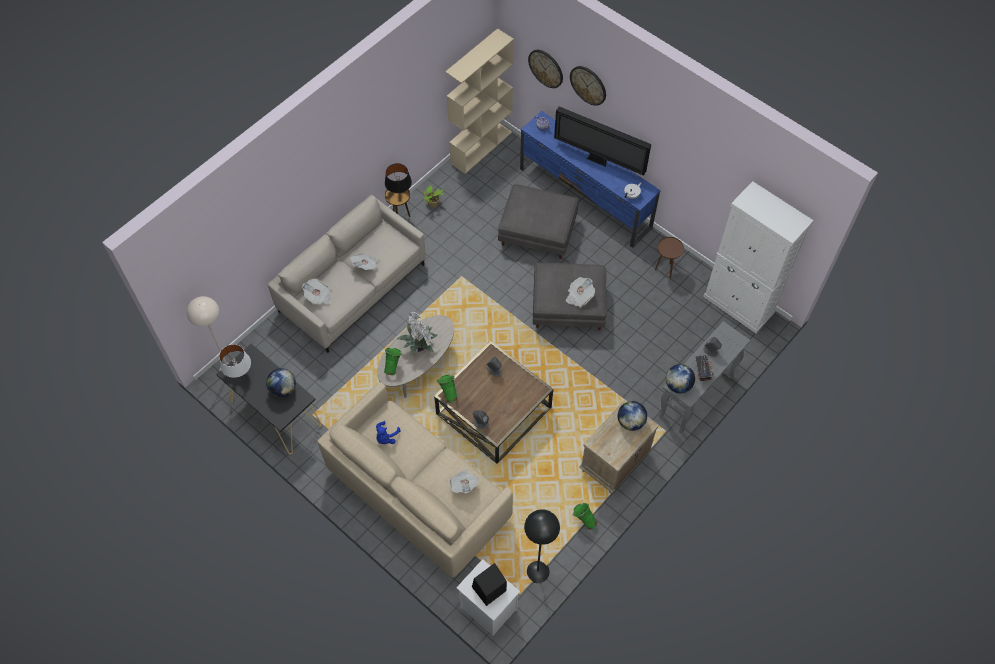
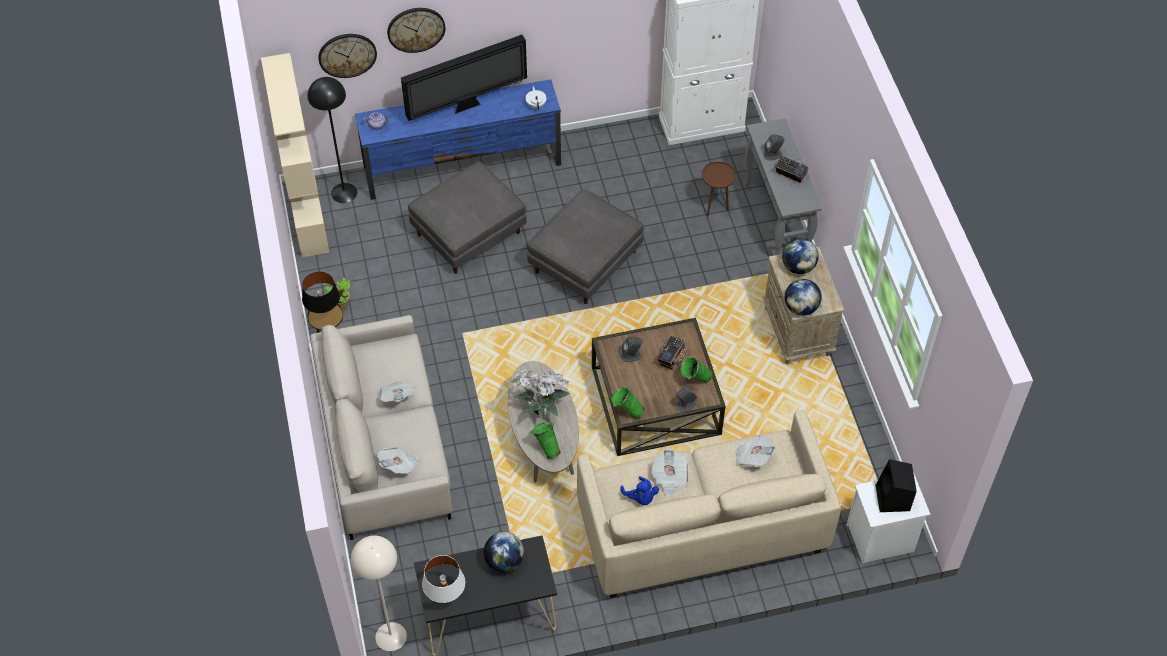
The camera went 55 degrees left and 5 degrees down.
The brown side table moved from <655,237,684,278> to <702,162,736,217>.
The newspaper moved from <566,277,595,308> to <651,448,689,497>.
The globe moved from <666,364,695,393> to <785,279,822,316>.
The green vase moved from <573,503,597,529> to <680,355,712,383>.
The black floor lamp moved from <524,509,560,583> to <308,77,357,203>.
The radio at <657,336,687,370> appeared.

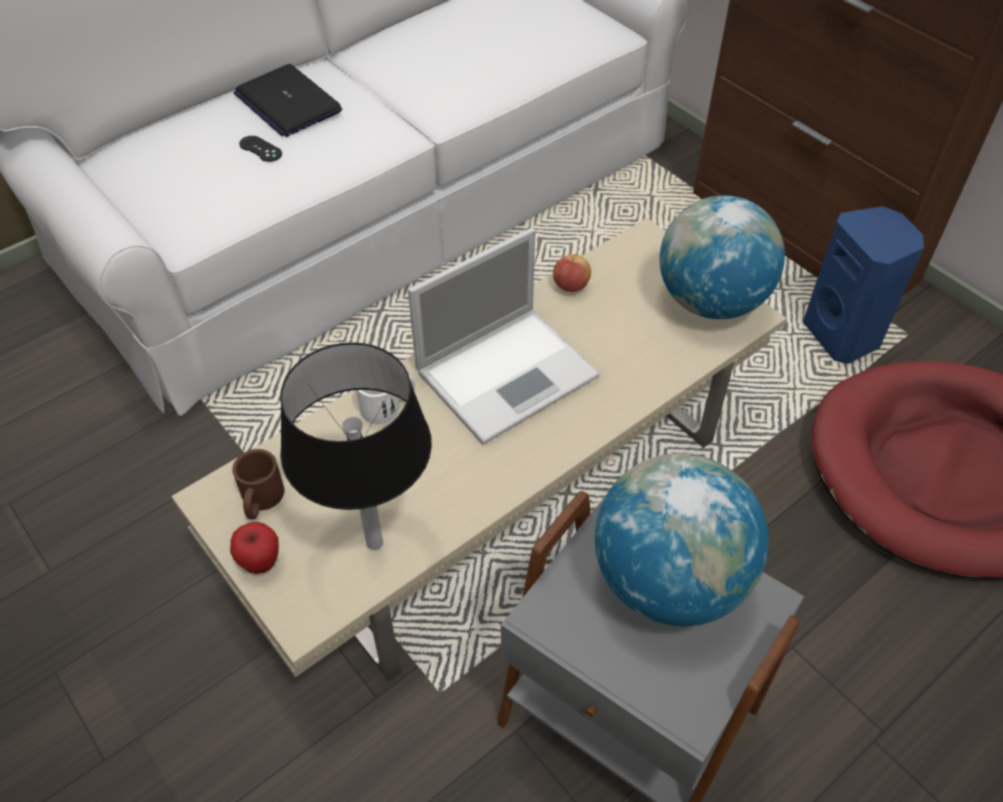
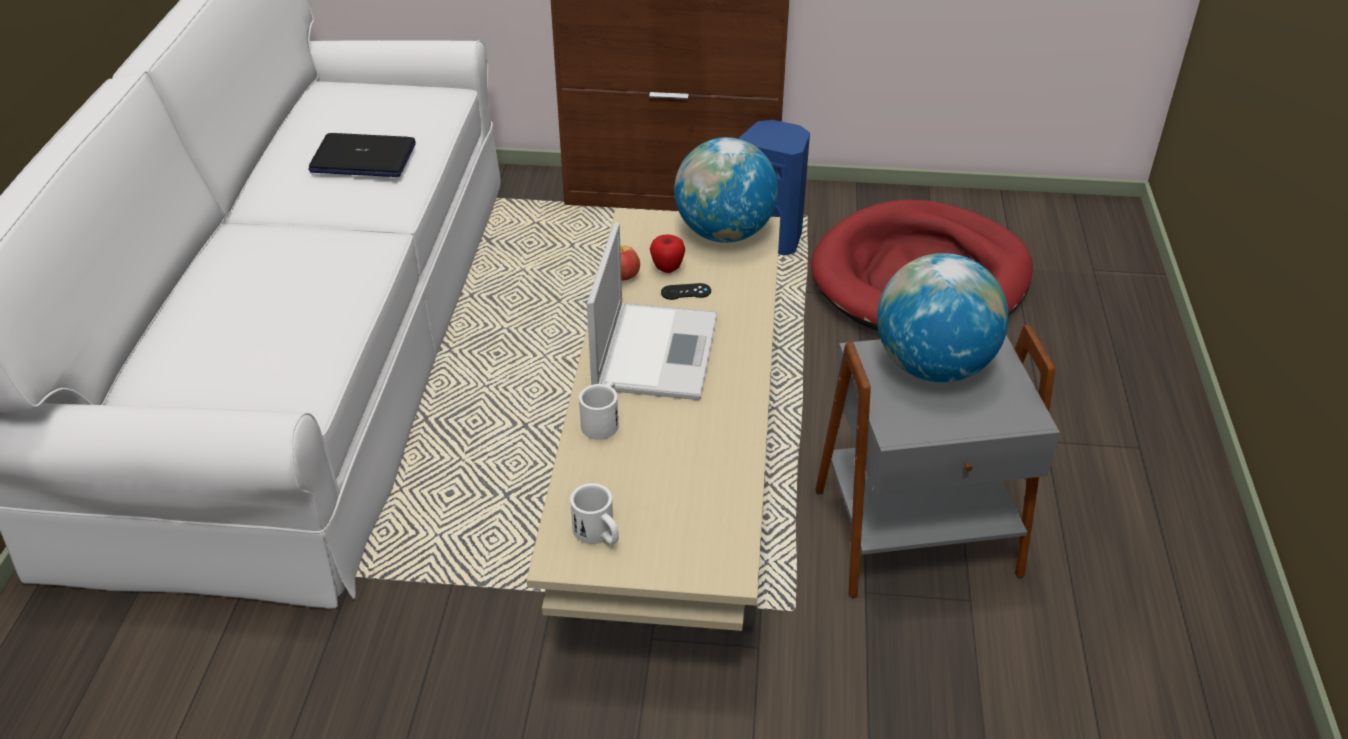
The camera went 45 degrees left and 10 degrees down.
The laptop moved from <233,64,342,137> to <308,133,416,177>.
The black game controller moved from <239,136,282,162> to <661,283,711,300>.
The black table lamp at <280,342,432,550> disappeared.
The brown mug at <232,449,285,519> became the white mug at <570,483,619,545>.
The apple moved from <230,522,279,574> to <650,235,685,273>.

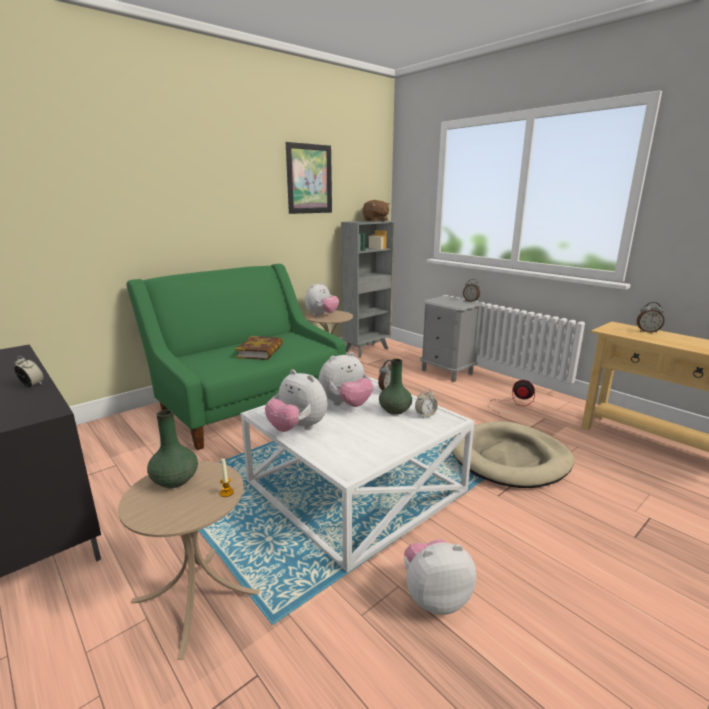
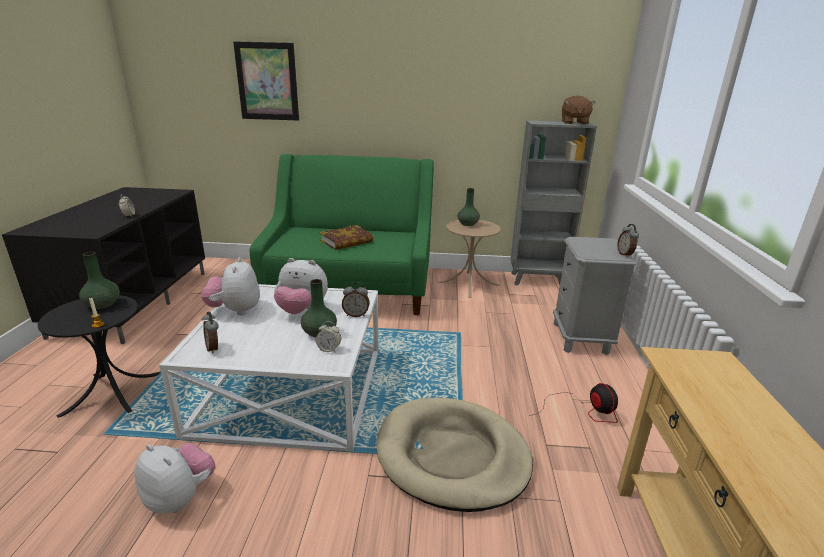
The camera went 45 degrees right and 5 degrees up.
The picture moved from <286,142,332,214> to <233,41,299,120>.
The plush toy at <305,282,339,316> was replaced by the green vase at <458,188,480,226>.
The alarm clock moved from <637,302,665,333> to <202,312,219,354>.
The beige side table at <118,461,260,660> became the black side table at <38,295,161,418>.

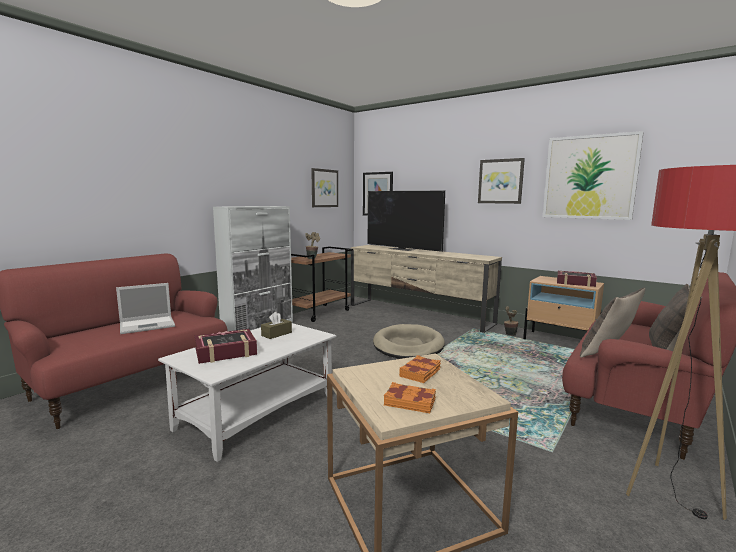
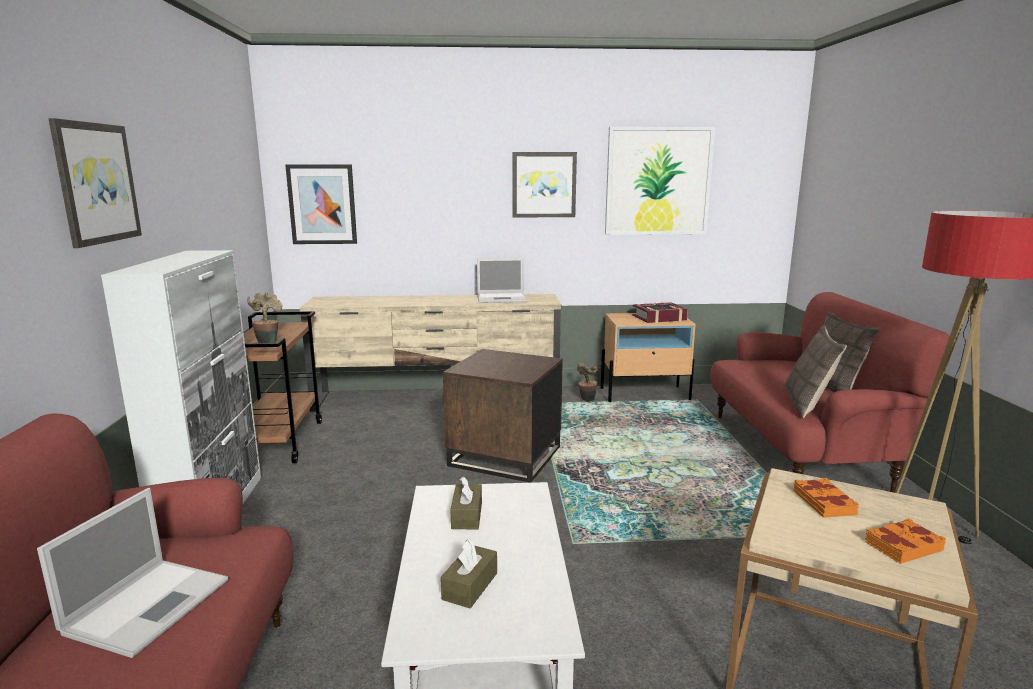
The camera went 40 degrees left and 5 degrees up.
The picture moved from <311,168,338,207> to <48,118,142,248>.
The television at <368,191,445,252> disappeared.
The beige dog bed at <373,324,445,359> was replaced by the brown side table at <443,349,563,483>.
The book at <195,329,257,364> was replaced by the brown tissue box at <441,539,497,608>.
The laptop at <477,258,527,303> appeared.

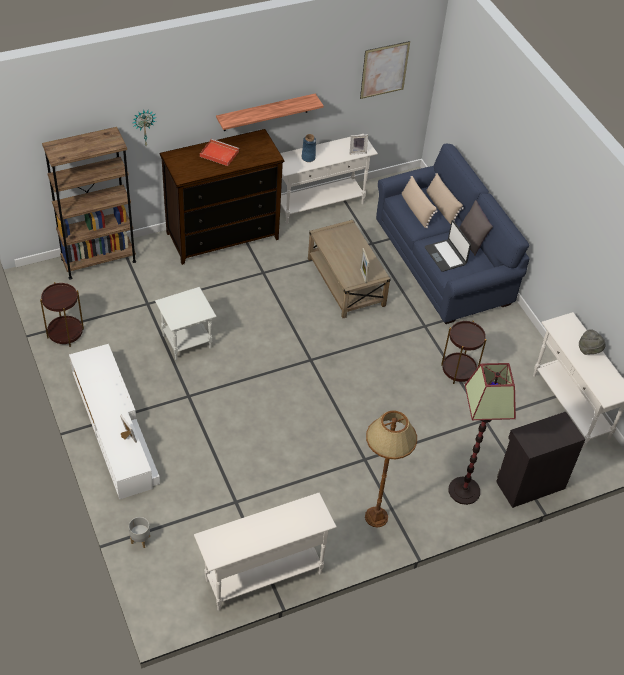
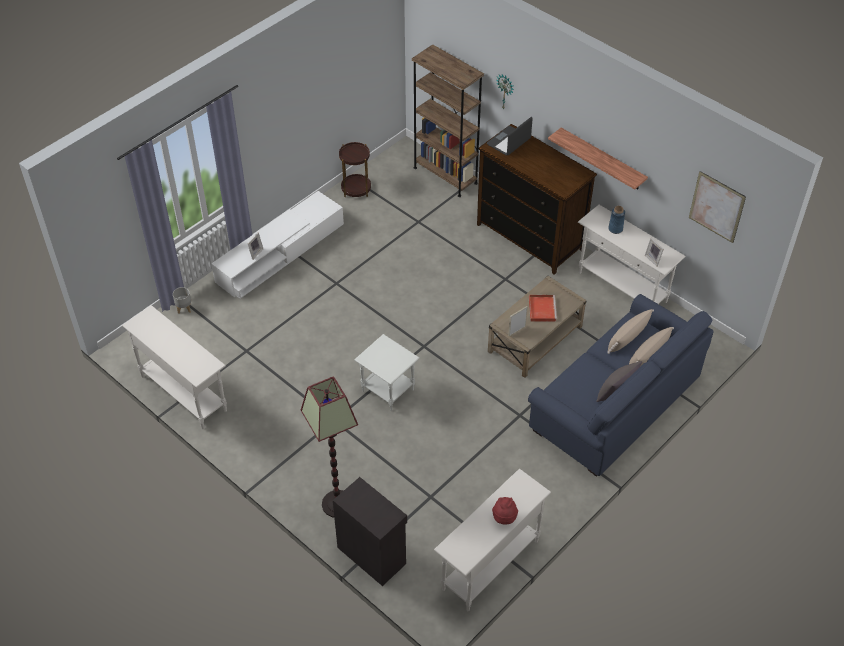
The camera went 70 degrees right and 0 degrees up.
The red tray moved from <200,139,239,166> to <529,295,557,322>.
The laptop moved from <425,220,471,272> to <487,117,533,156>.
The white side table moved from <155,287,216,360> to <354,334,420,411>.
The brown side table at <441,321,487,384> disappeared.
The grey hat at <579,330,606,355> became the red hat at <492,497,518,525>.
The brown floor lamp at <365,410,417,528> disappeared.

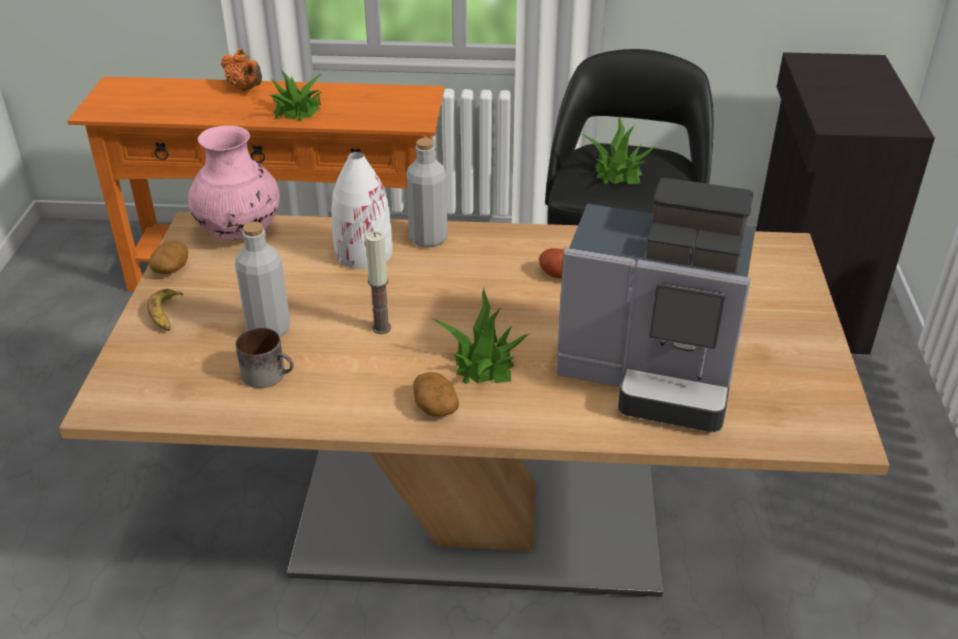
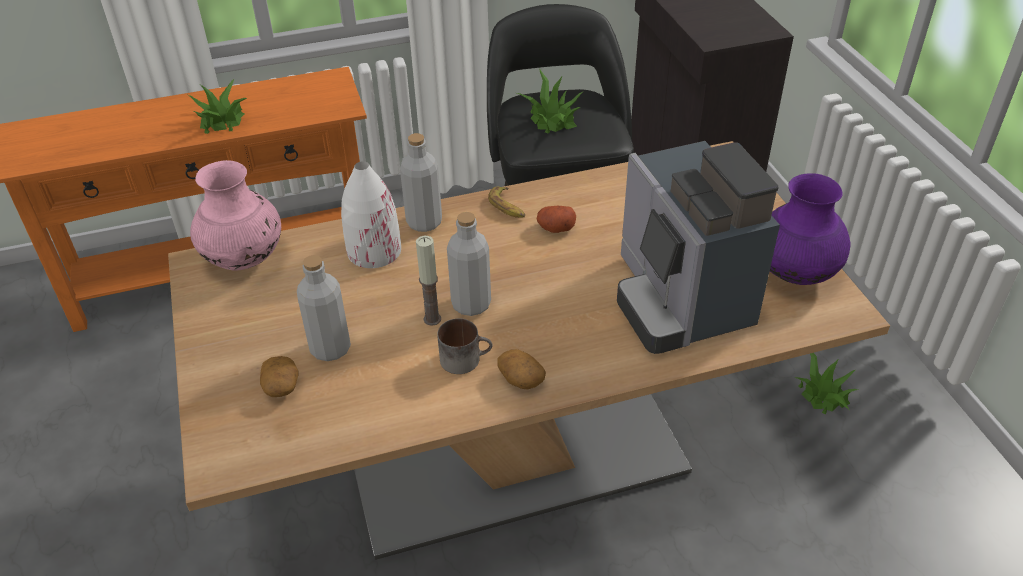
The camera went 20 degrees left and 5 degrees up.
The orange teapot at <221,48,262,91> disappeared.
The coffee machine at <556,178,755,432> turned 75 degrees clockwise.
The potato moved from <149,241,188,274> to <260,356,298,397>.
The potted plant moved from <433,288,529,384> to <794,353,858,414>.
The banana moved from <147,289,183,331> to <488,187,525,218>.
The mug moved from <235,328,294,388> to <437,318,492,374>.
The purple vase at <770,173,851,285> appeared.
The grey bottle at <447,212,491,316> appeared.

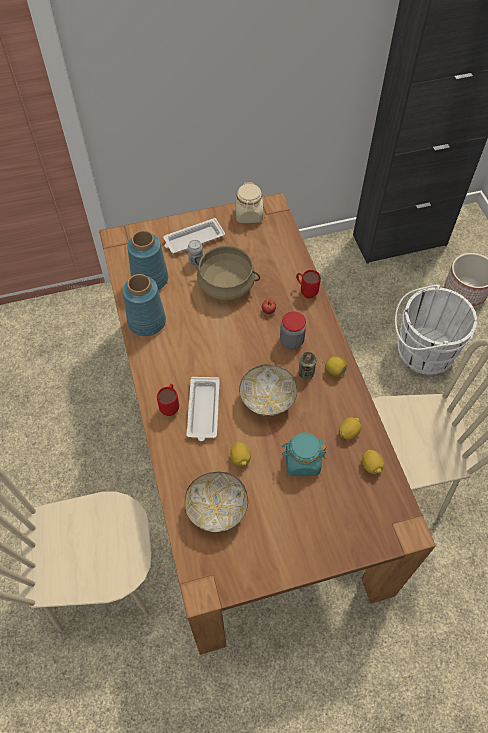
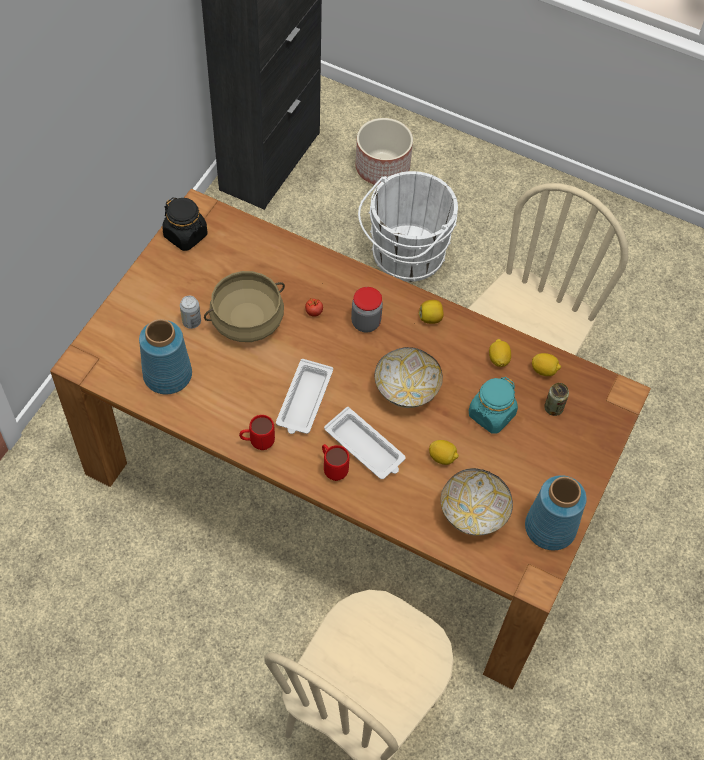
The camera went 50 degrees left and 0 degrees up.
The beige jar at <235,182,263,223> became the black jar at <162,197,207,251>.
The white tray moved from <163,218,225,254> to <276,359,333,434>.
The red mug moved from <296,270,321,299> to <239,415,275,450>.
The blue vase moved from <123,274,166,336> to <525,475,587,550>.
The can moved from <299,352,316,379> to <544,383,569,416>.

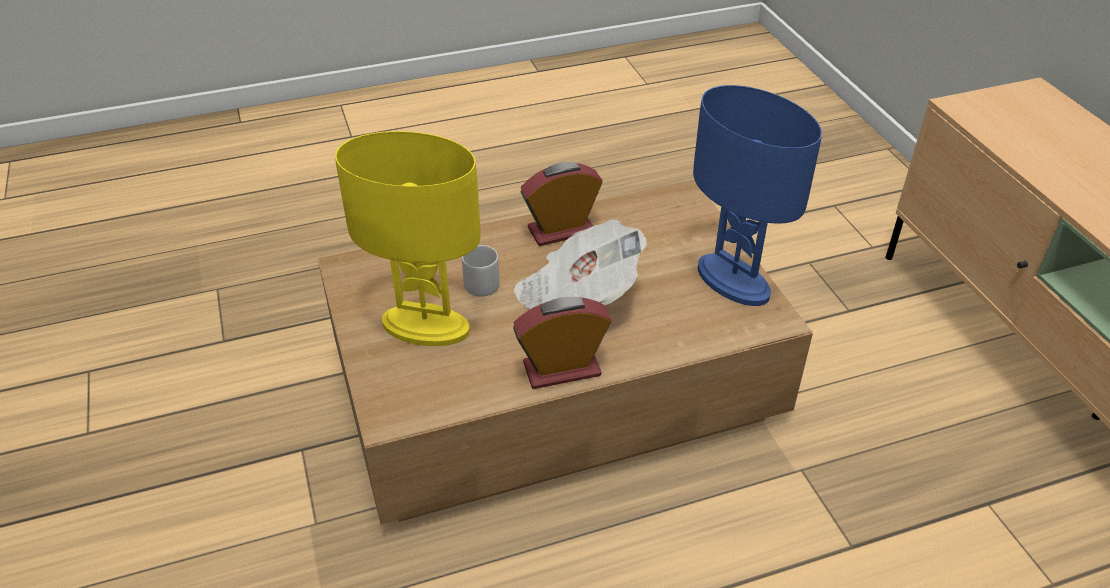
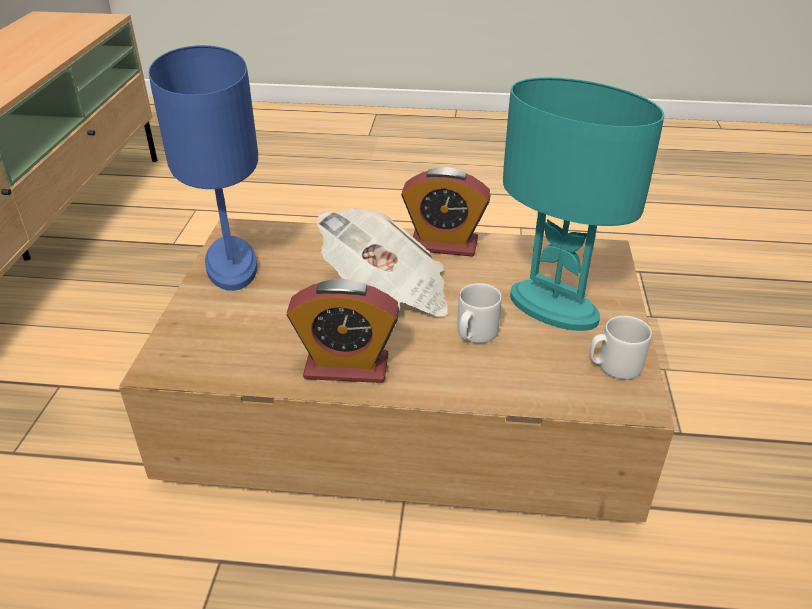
The camera went 155 degrees left and 5 degrees down.
The yellow table lamp at <335,131,481,346> became the turquoise table lamp at <503,77,664,331>.
The grey mug at <589,316,652,380> appeared.

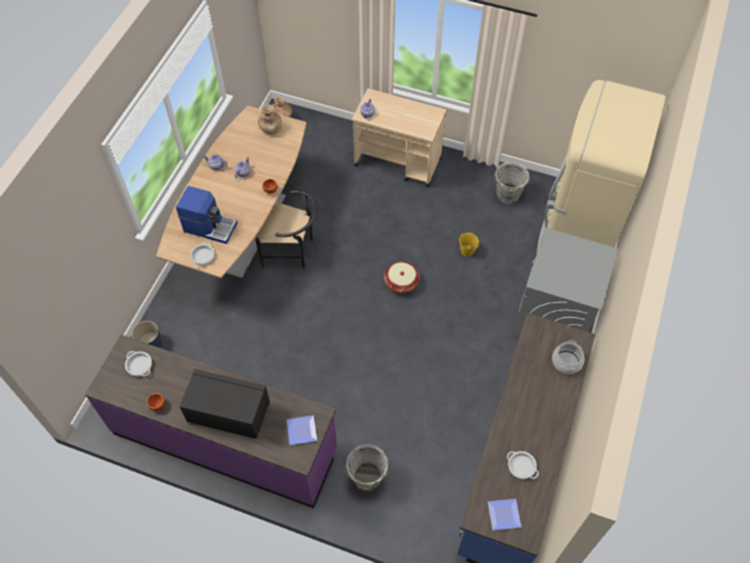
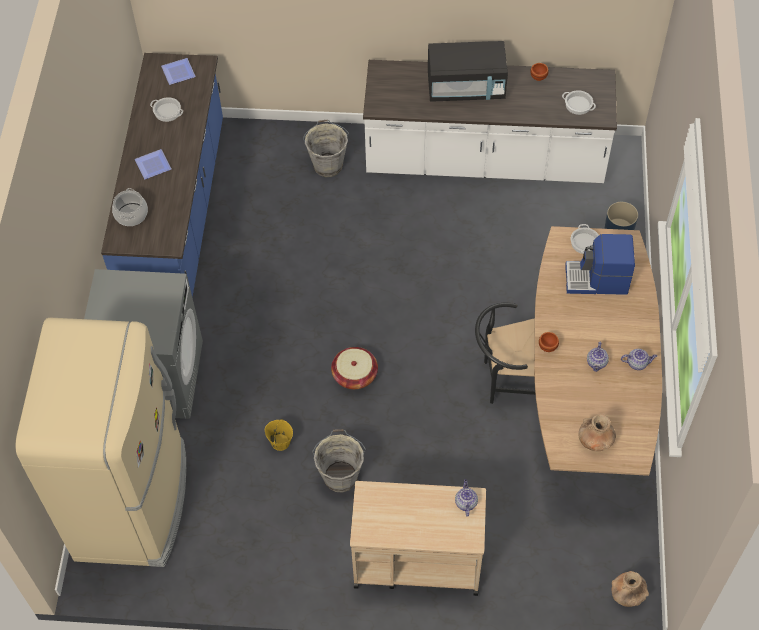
The camera went 165 degrees right and 0 degrees up.
The grey bucket moved from <493,162,530,204> to <312,429,366,492>.
The purple counter at <85,335,337,508> became the white counter at <363,60,617,183>.
The plate moved from <287,415,317,445> to <135,149,171,179>.

